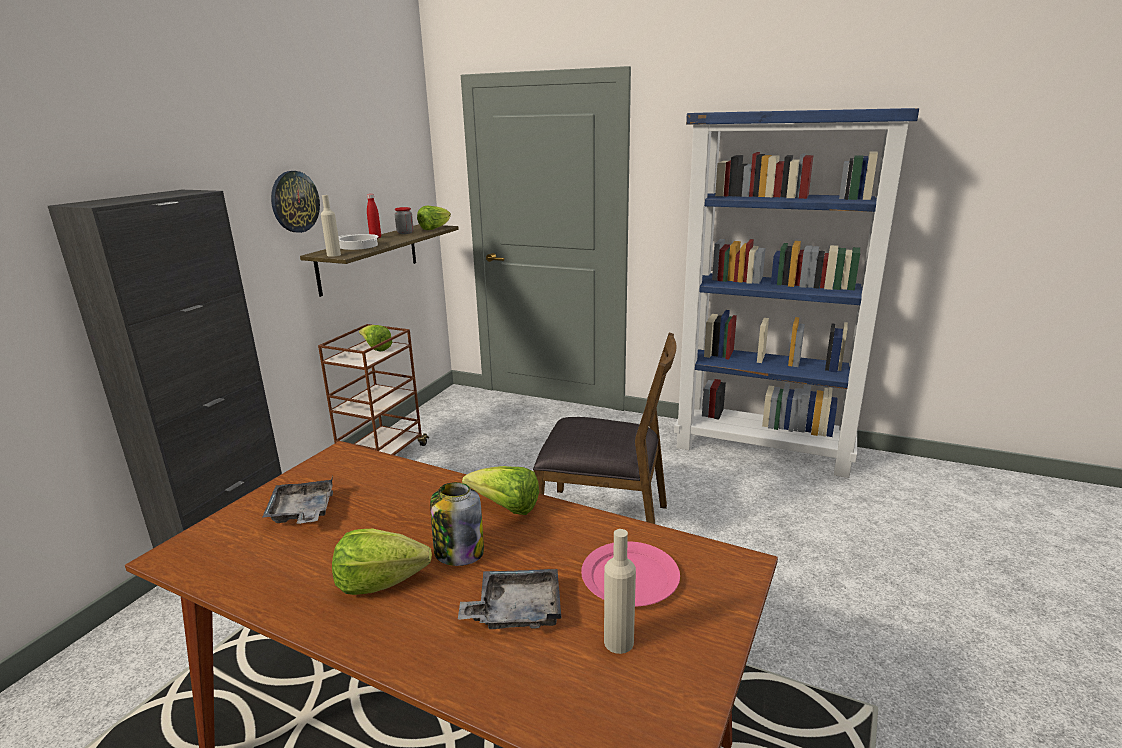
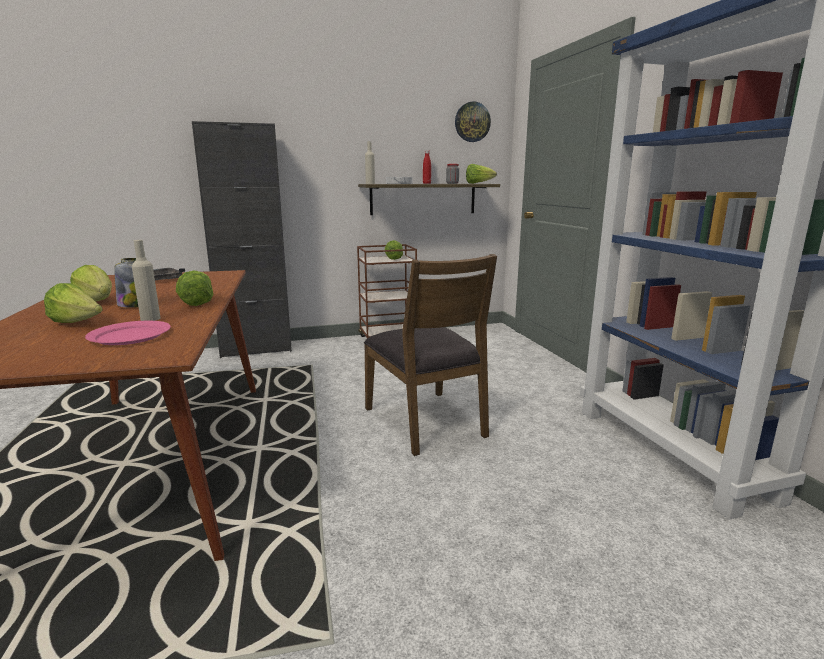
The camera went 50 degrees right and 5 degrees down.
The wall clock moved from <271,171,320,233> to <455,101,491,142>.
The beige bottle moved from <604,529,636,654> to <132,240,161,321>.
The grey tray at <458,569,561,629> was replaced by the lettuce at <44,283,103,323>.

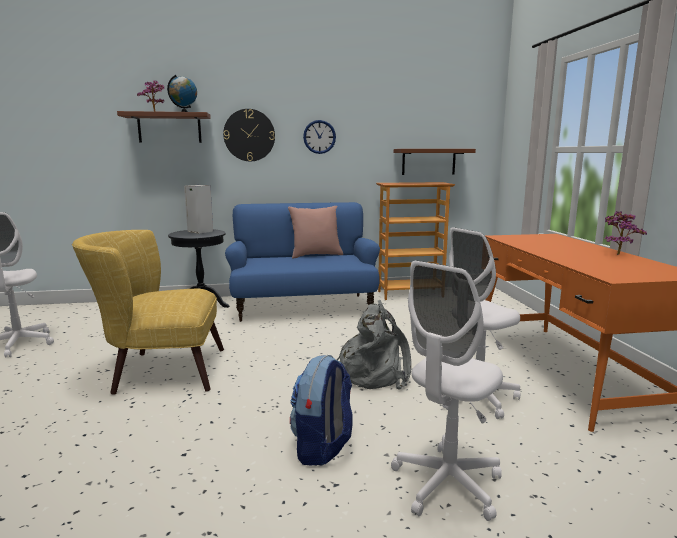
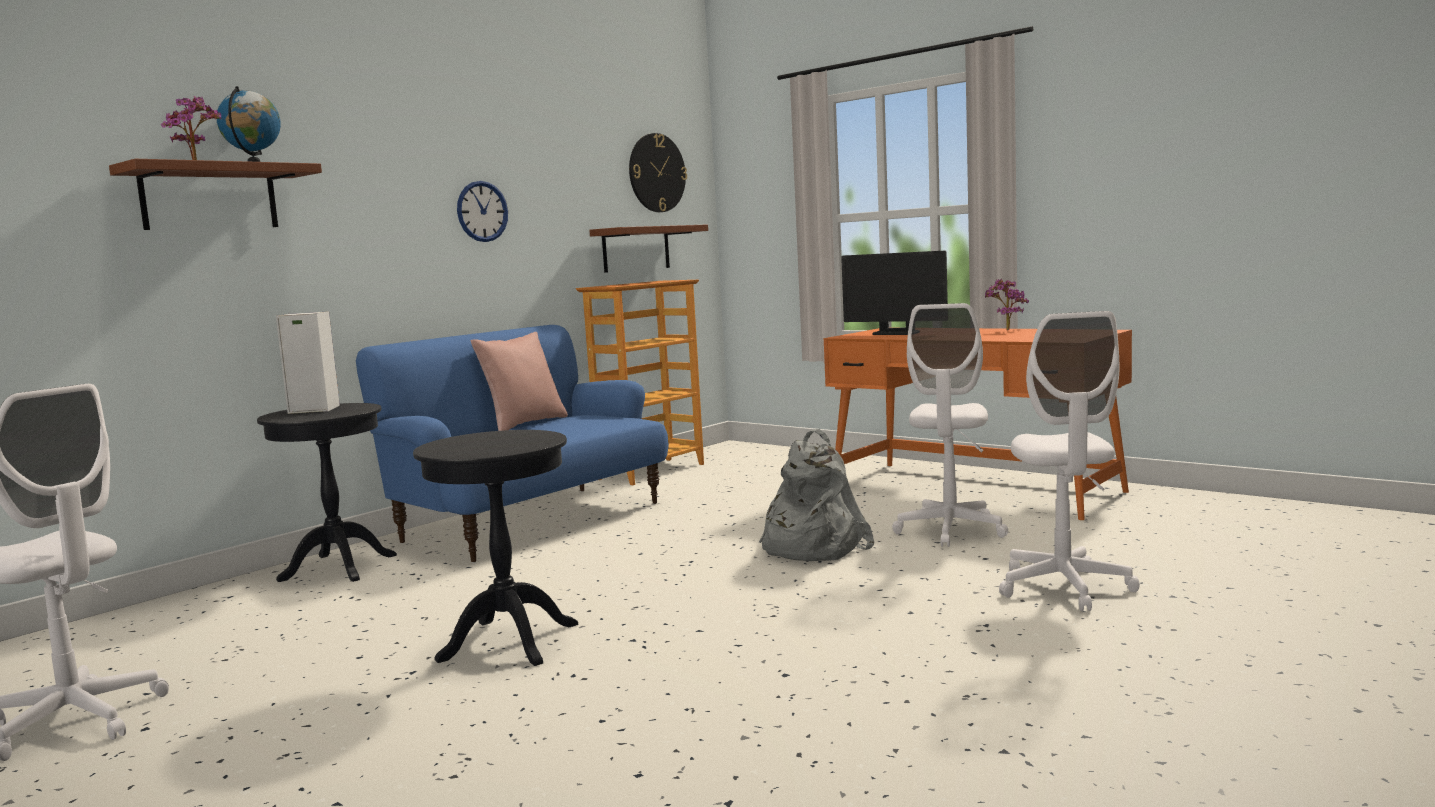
The camera went 40 degrees left and 5 degrees down.
The wall clock moved from <223,109,275,161> to <629,133,687,212>.
The yellow armchair at <72,230,224,395> was replaced by the black side table at <413,430,578,666>.
The backpack at <290,355,353,466> disappeared.
The monitor at <841,251,948,335> appeared.

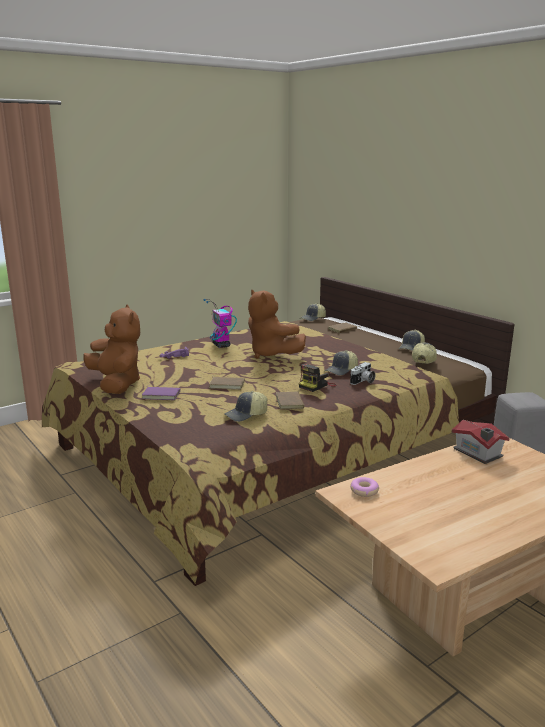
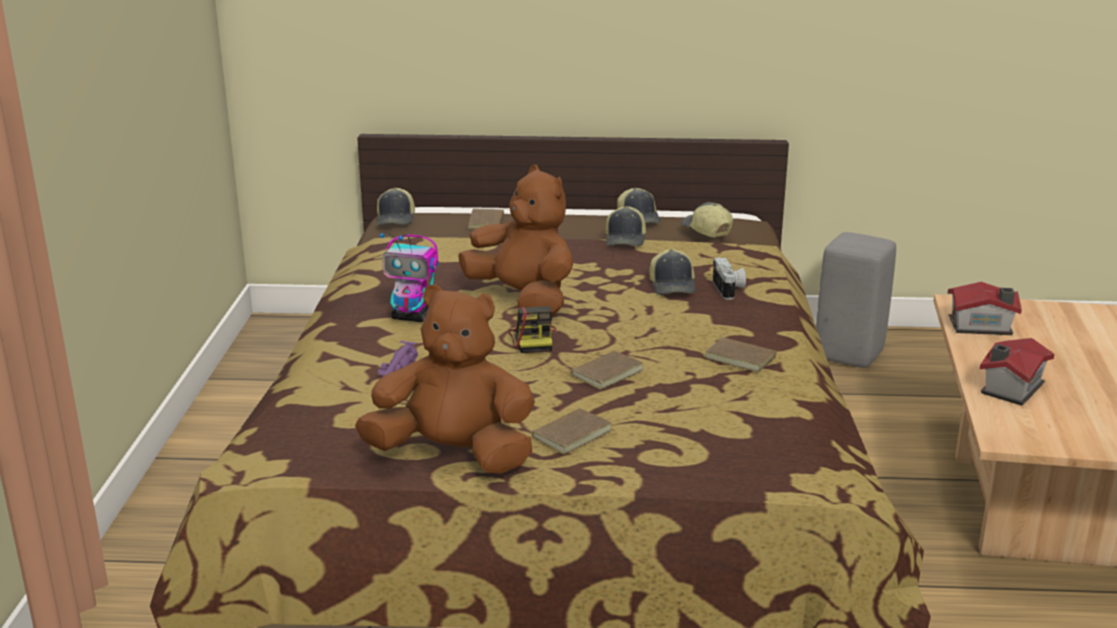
The camera went 50 degrees left and 5 degrees up.
The brown plush toy at <248,289,306,359> turned 135 degrees counterclockwise.
The photo camera moved from <299,364,336,392> to <508,306,556,353>.
The purple book at <141,385,180,400> became the brown book at <523,408,612,454>.
The cap moved from <224,391,267,422> to <606,206,646,246>.
The donut at <350,477,379,497> disappeared.
The toy house at <980,338,1054,406> appeared.

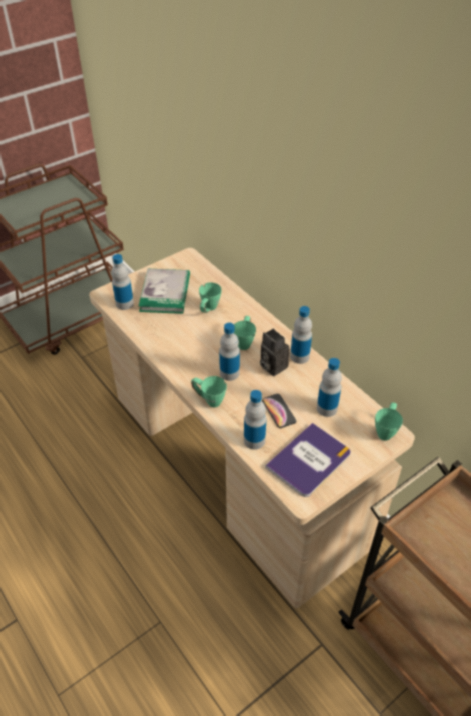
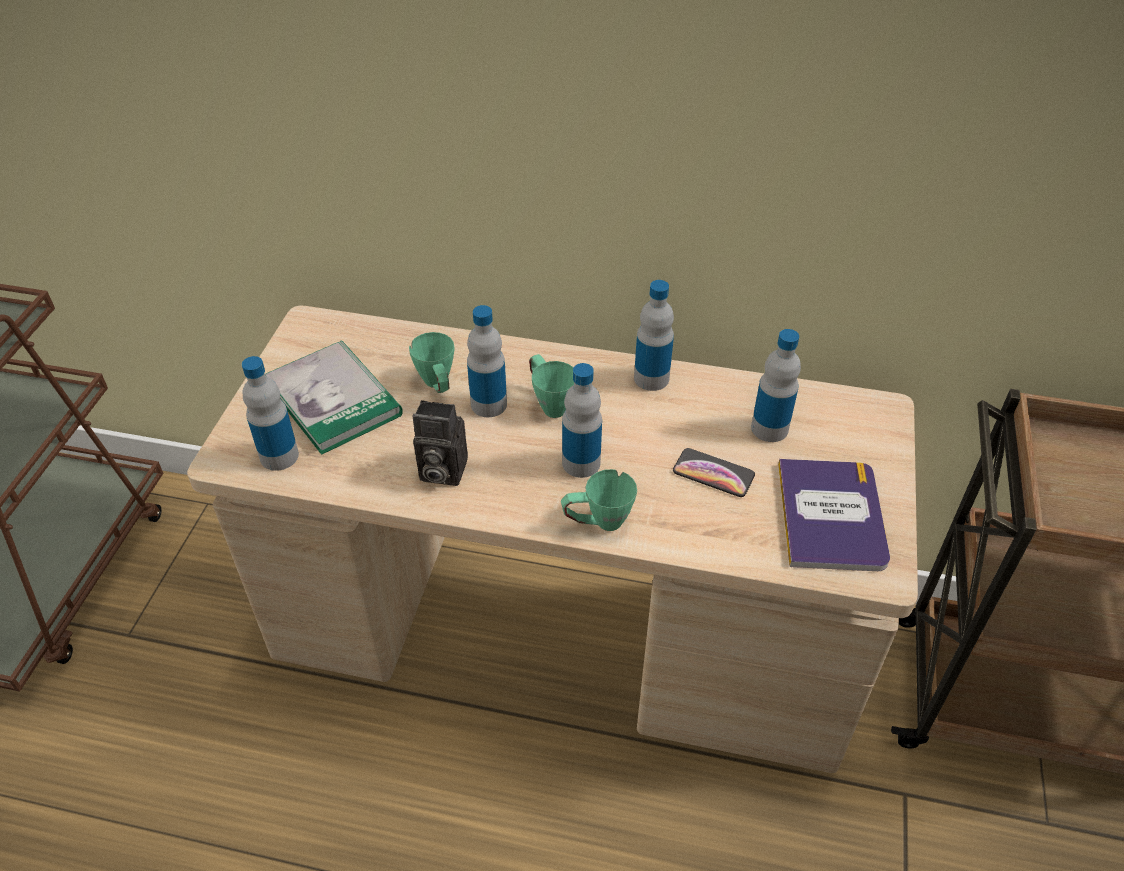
The camera went 40 degrees left and 0 degrees up.
The photo camera moved from <260,329,289,376> to <413,400,468,486>.
The bottle moved from <244,390,267,450> to <467,305,507,417>.
The green mug at <375,402,403,441> disappeared.

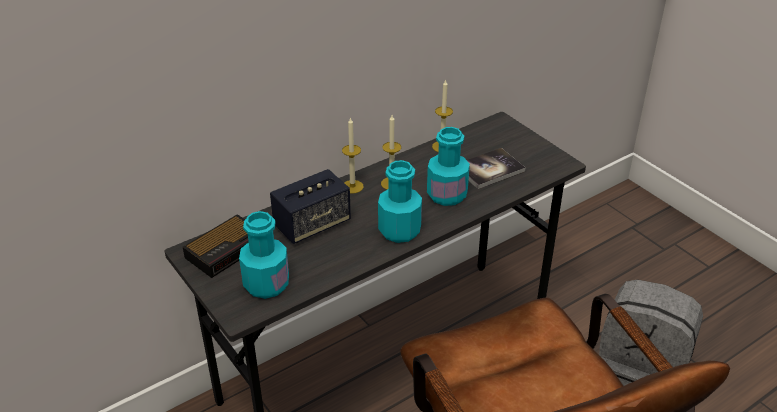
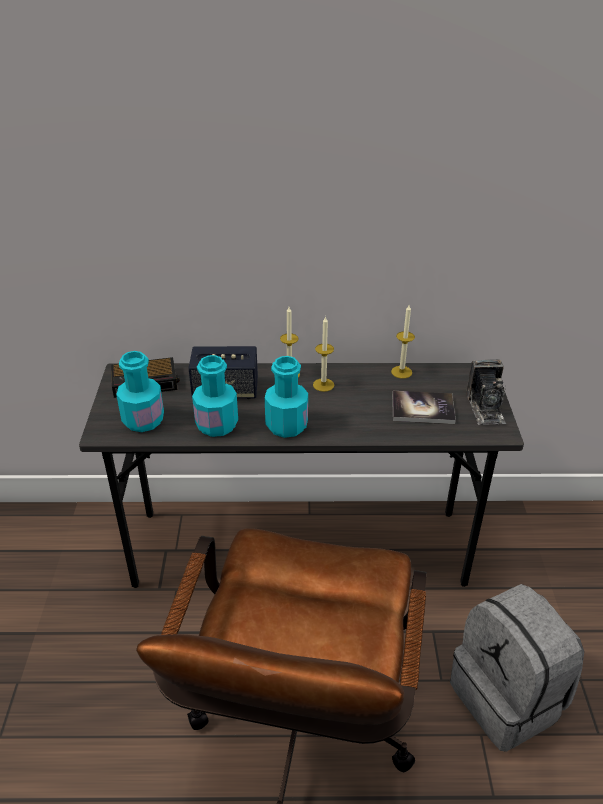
The camera went 35 degrees right and 0 degrees up.
The turquoise bottle moved from <427,127,470,206> to <192,355,238,437>.
The photo camera at <466,359,506,425> appeared.

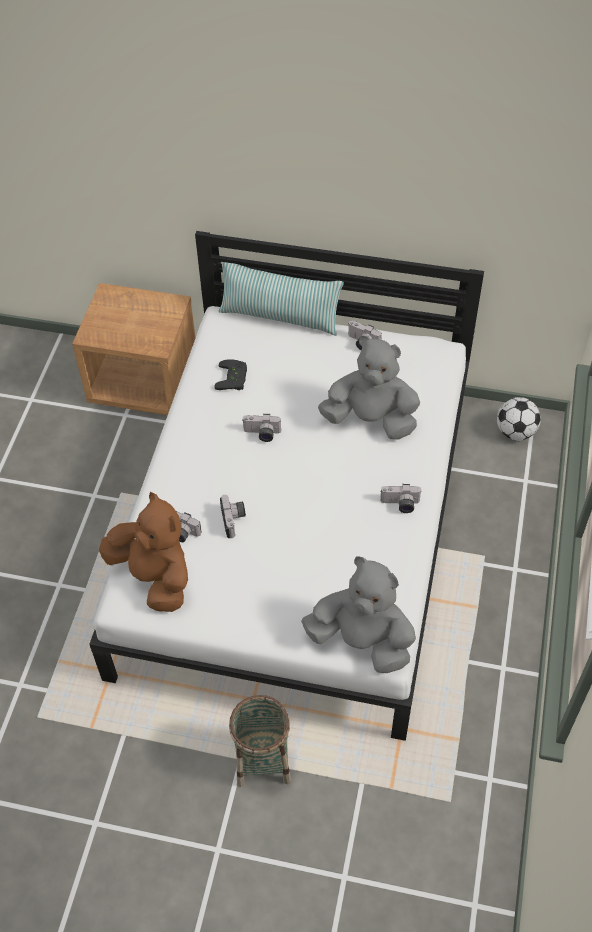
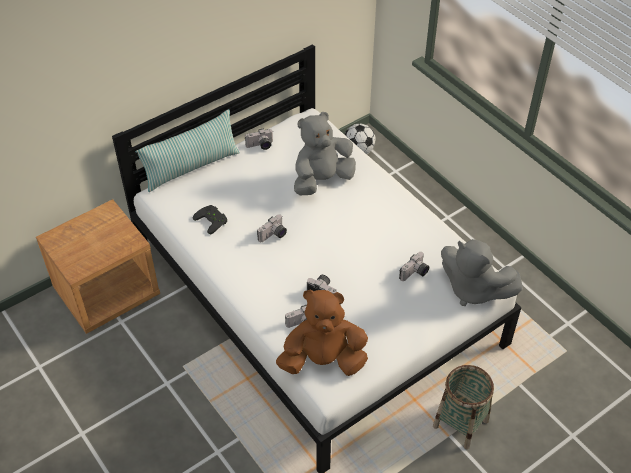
The camera went 50 degrees left and 5 degrees down.
The photo camera moved from <380,484,422,513> to <399,252,429,281>.
The grey plush toy at <301,556,416,673> turned 120 degrees counterclockwise.

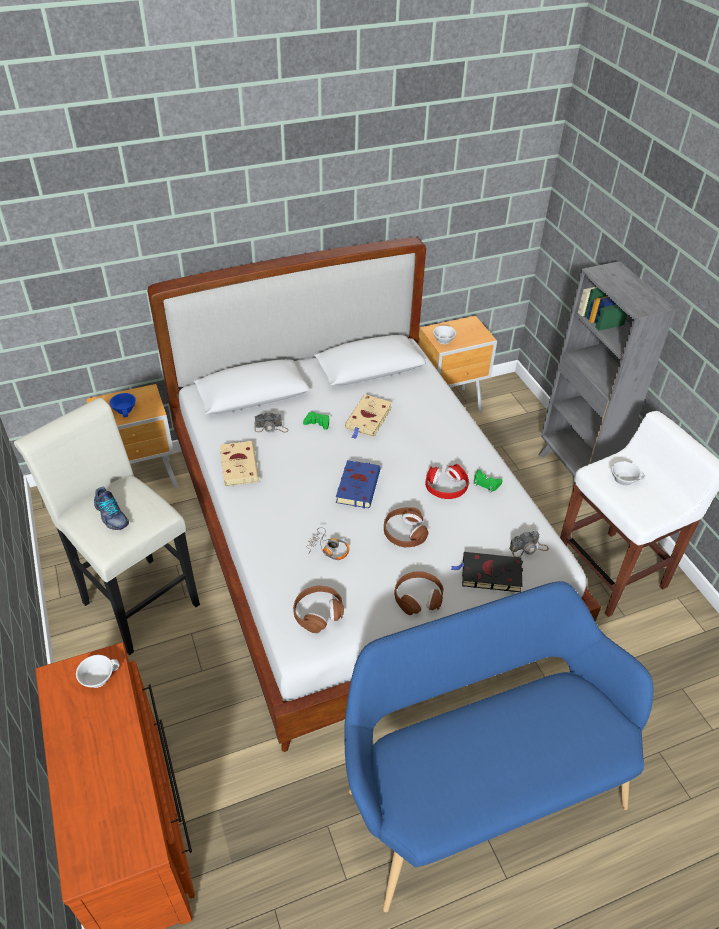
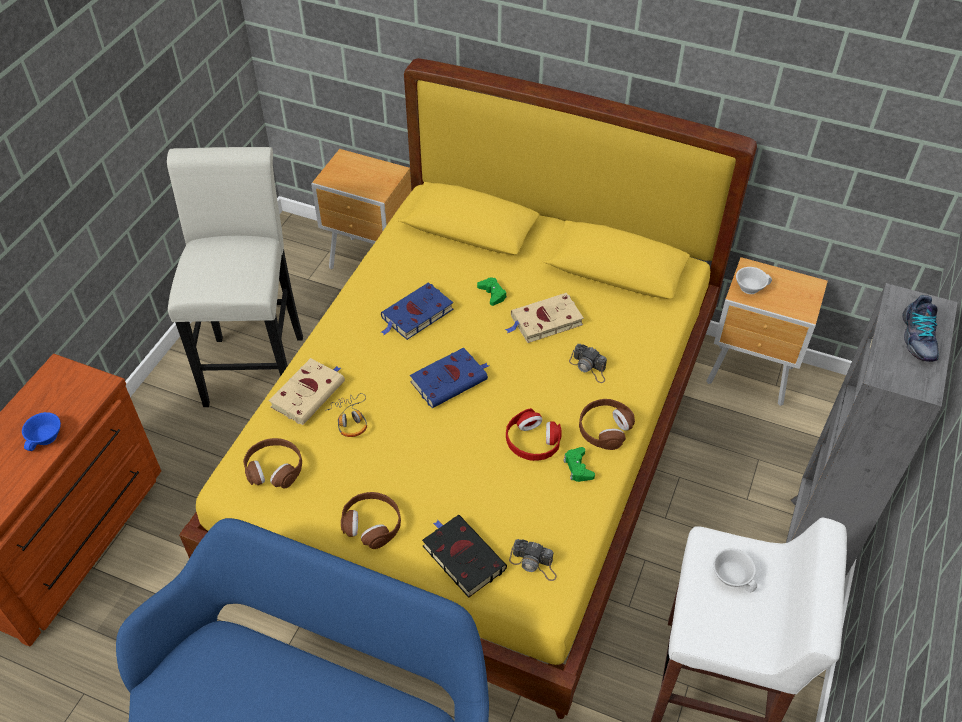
The camera went 45 degrees right and 5 degrees up.
The white bed at <147,237,601,752> became the yellow bed at <179,58,757,719>.
The blue cup moved from <109,393,136,417> to <22,412,61,451>.
The photo camera moved from <254,412,288,433> to <569,344,607,383>.
The beige book moved from <220,441,259,486> to <269,358,345,425>.
The shoe moved from <94,487,129,530> to <902,295,939,362>.
The brown headphones moved from <384,507,429,547> to <579,399,635,450>.
The white cup at <76,655,120,688> disappeared.
The blue book at <381,282,454,340> appeared.

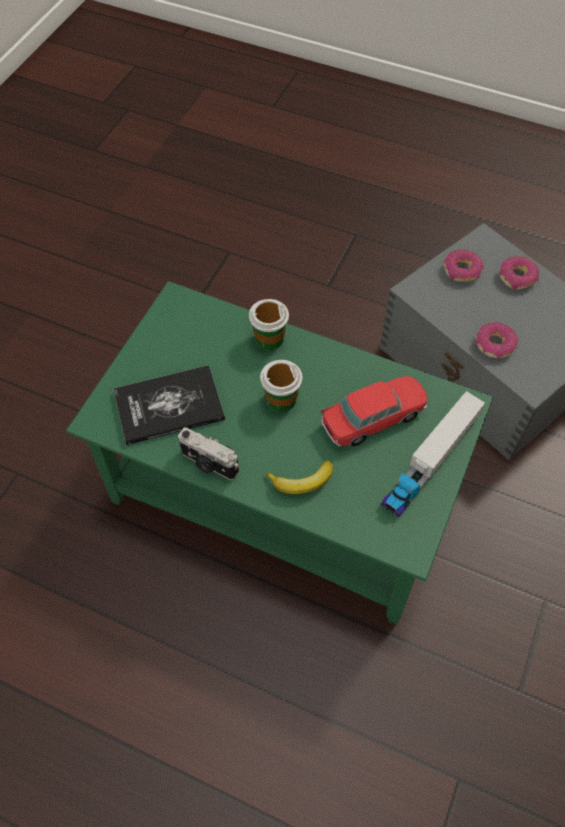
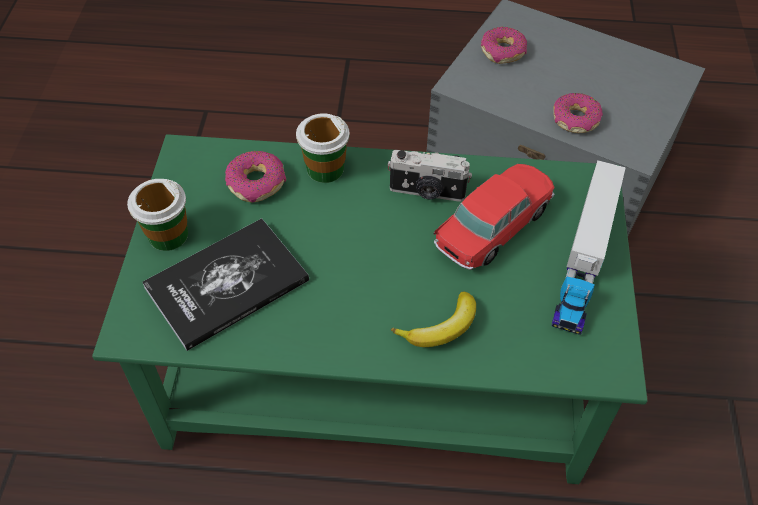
The camera went 20 degrees left and 5 degrees down.
The donut moved from <499,256,539,289> to <225,151,286,202>.
The cup moved from <260,360,303,412> to <127,179,188,251>.
The photo camera moved from <178,427,239,480> to <387,150,472,202>.

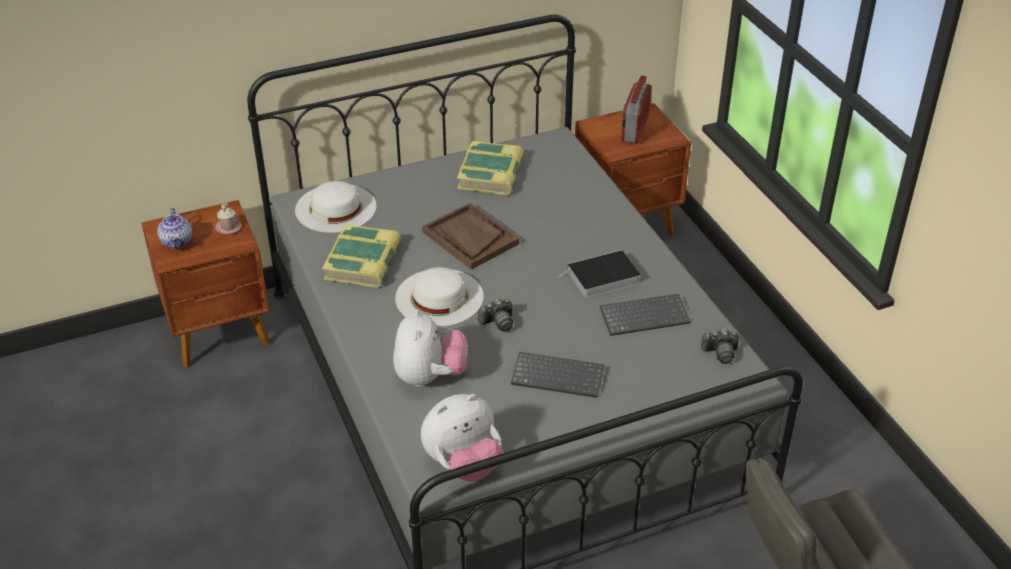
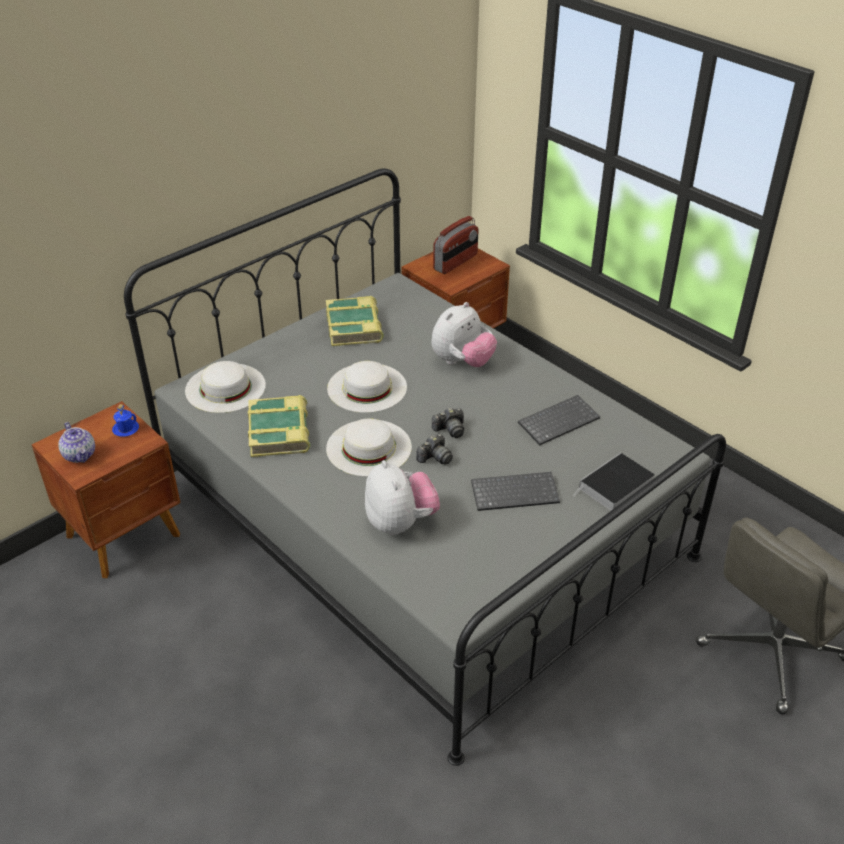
The camera went 20 degrees left and 0 degrees up.
The radio at <621,76,652,144> turned 135 degrees counterclockwise.
The pink mug at <215,202,241,234> became the blue mug at <112,404,139,437>.
The brown tray at <422,203,519,270> was replaced by the white hat at <327,361,407,413>.
The book moved from <557,250,640,298> to <573,453,655,511>.
The photo camera moved from <701,329,739,364> to <432,407,464,438>.
The plush toy moved from <421,394,503,481> to <431,302,497,367>.

